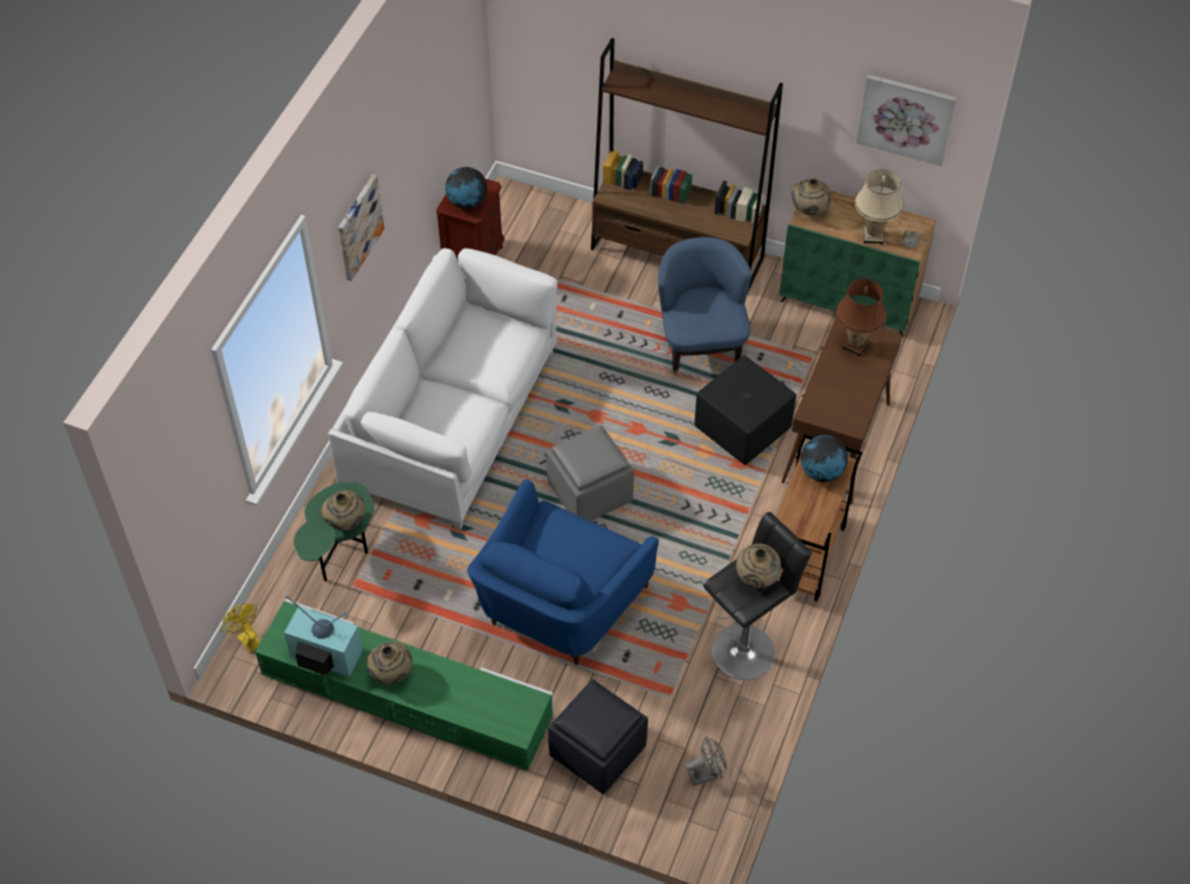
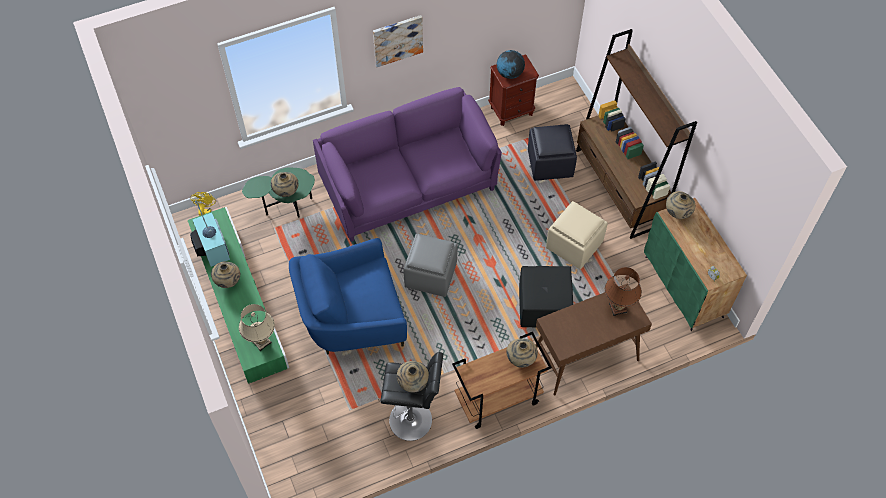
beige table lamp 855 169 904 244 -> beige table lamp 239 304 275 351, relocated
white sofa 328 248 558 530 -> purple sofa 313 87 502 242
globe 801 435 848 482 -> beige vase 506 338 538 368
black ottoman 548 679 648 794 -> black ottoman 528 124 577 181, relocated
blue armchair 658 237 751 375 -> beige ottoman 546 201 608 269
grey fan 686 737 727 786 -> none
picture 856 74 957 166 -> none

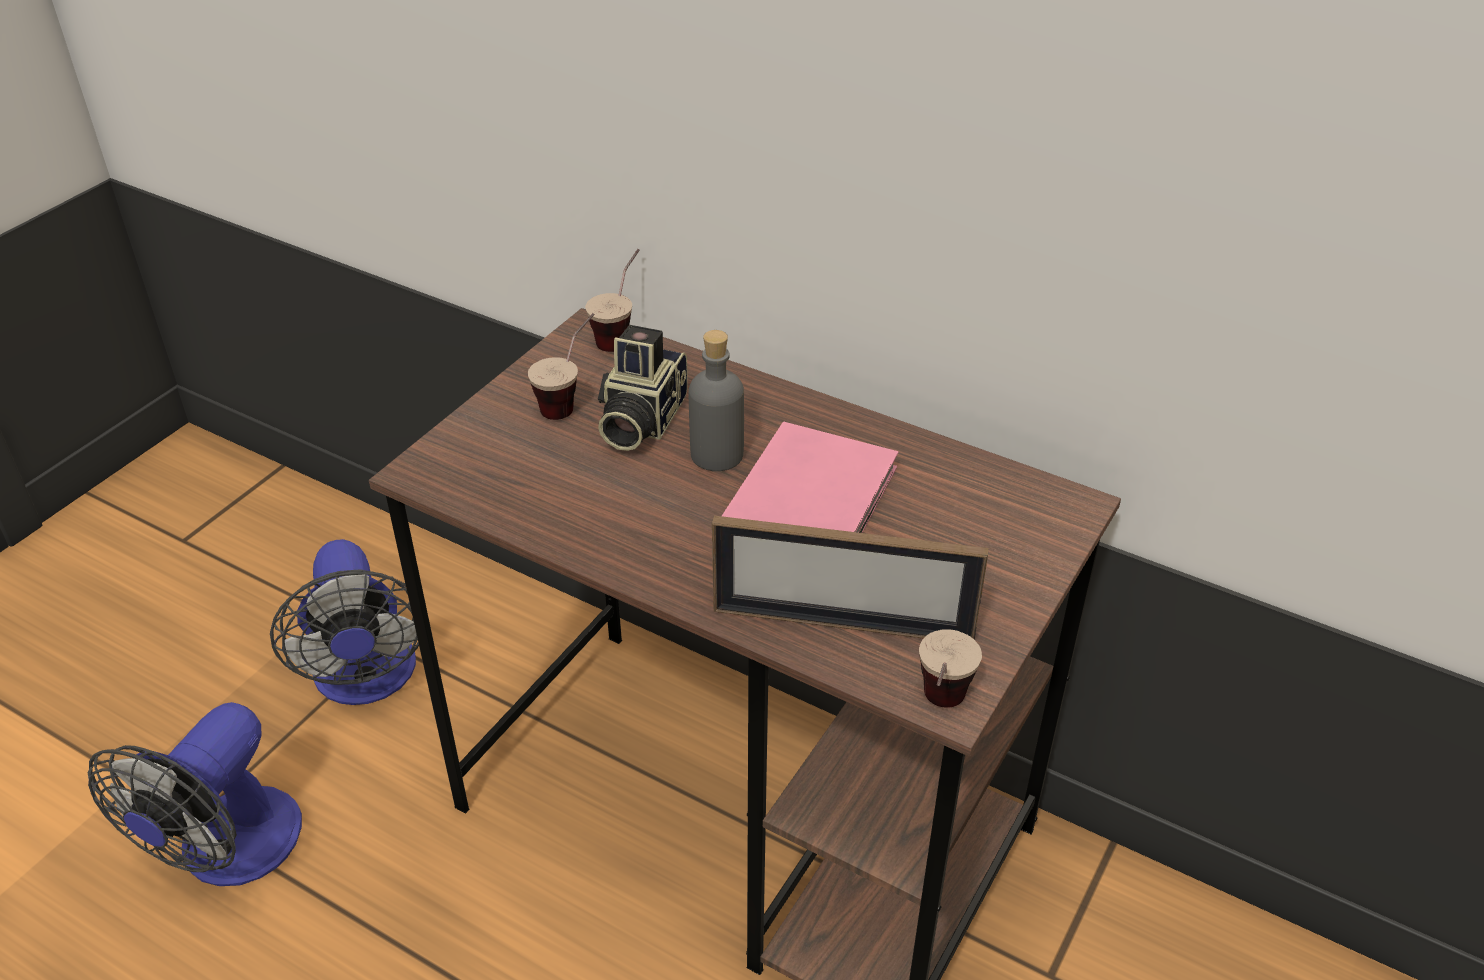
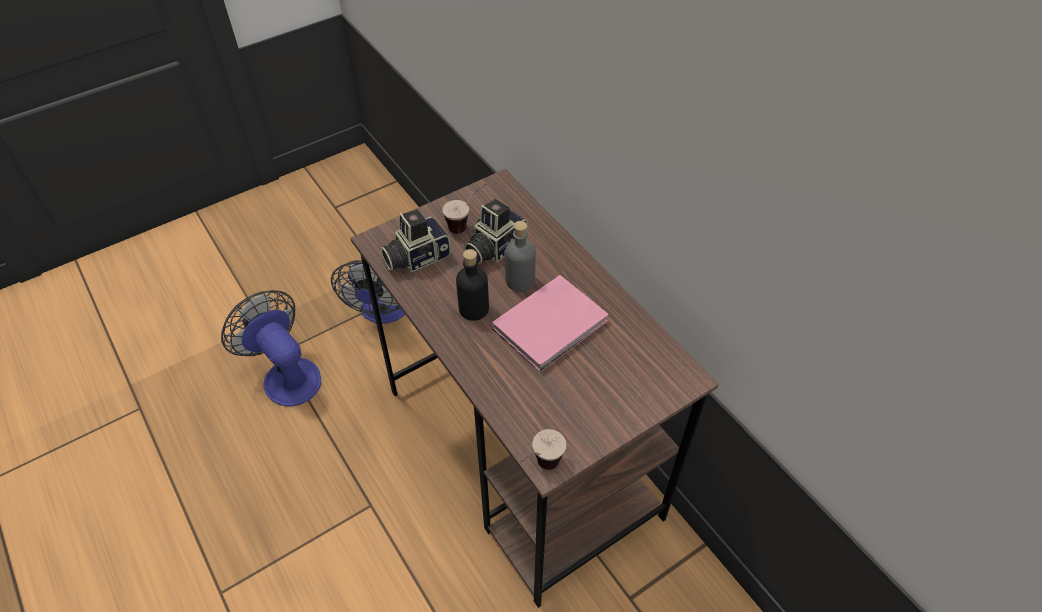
fan 88 702 302 886 -> fan 221 290 321 407, 90 degrees clockwise
none -> photo camera 380 209 451 273
none -> black bottle 456 249 489 321
cup 585 249 639 352 -> none
picture frame 712 516 988 640 -> none

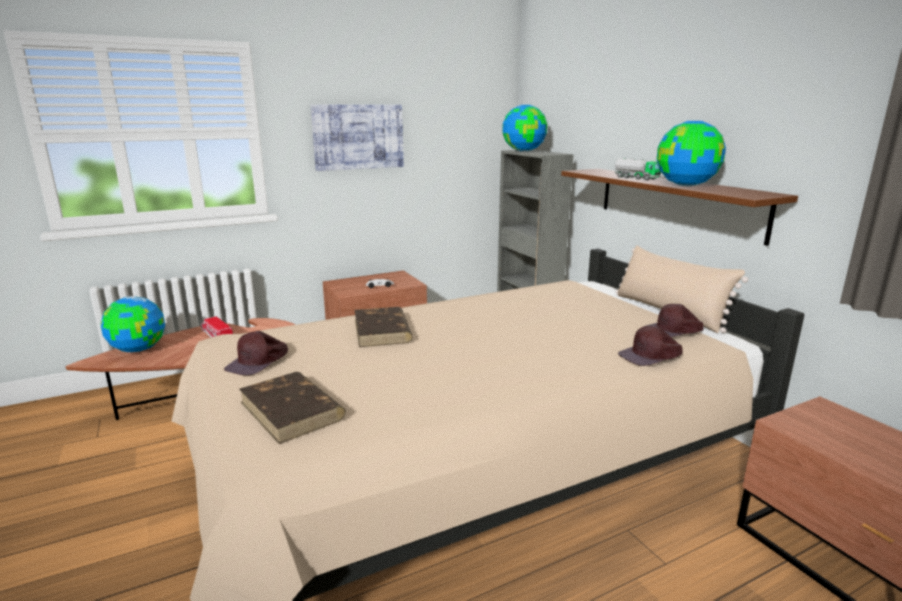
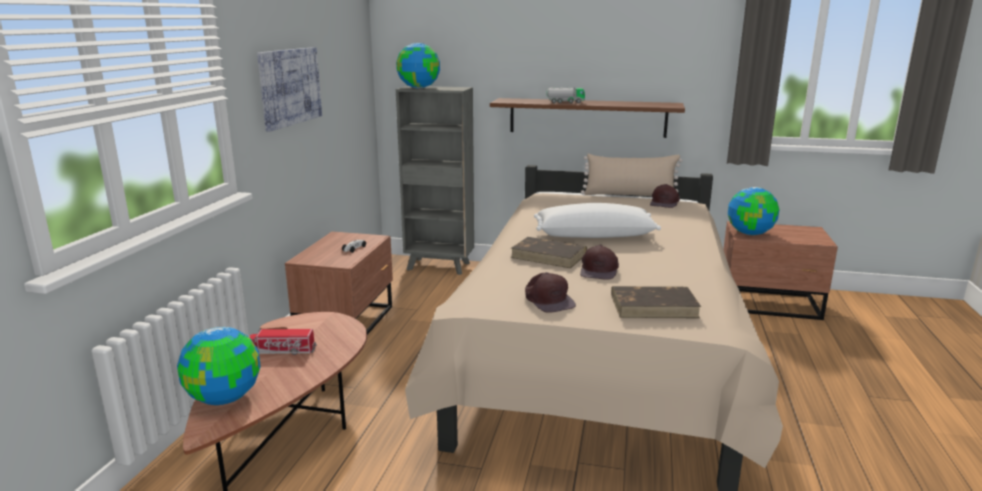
none -> white pillow 534 203 661 238
brown cap 618 326 683 366 -> brown cap 580 245 619 280, relocated
globe 657 121 726 186 -> globe 728 187 779 235, relocated

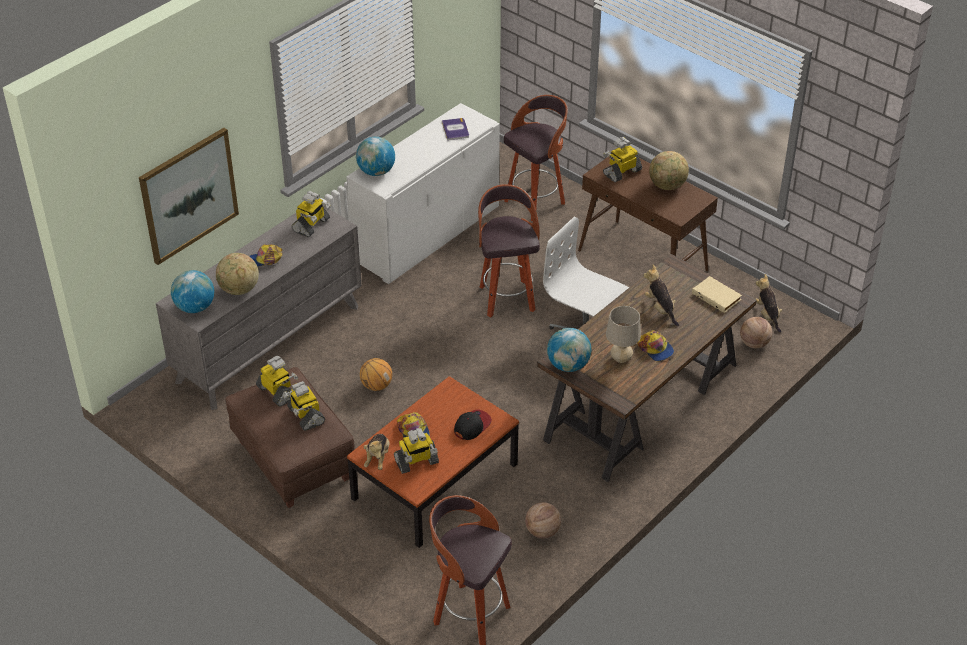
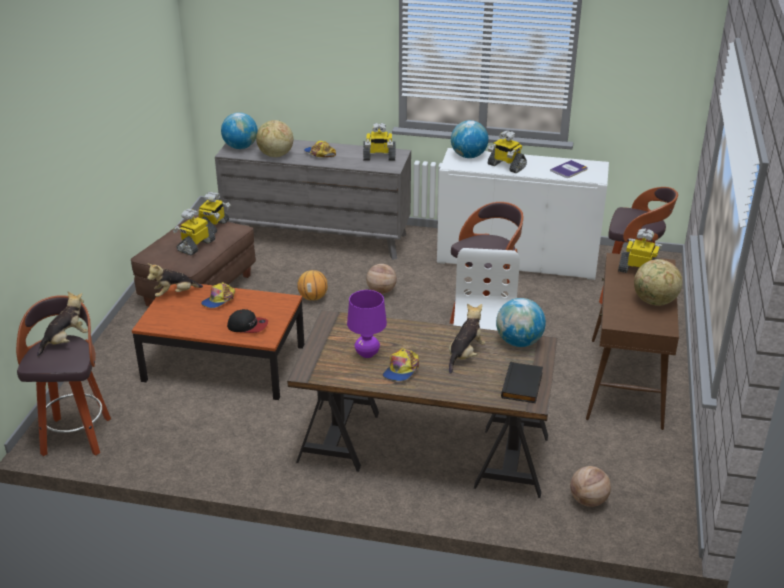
plush toy 756 274 782 333 -> plush toy 37 291 88 357, relocated
beige table lamp 606 306 641 363 -> purple table lamp 347 290 387 358
basketball 525 502 561 539 -> basketball 366 264 397 294, relocated
toy robot 394 428 439 474 -> toy robot 487 130 527 173, relocated
globe 547 328 591 372 -> globe 496 298 546 347, relocated
beige book 692 276 742 313 -> black book 501 362 543 403
picture 139 128 239 265 -> none

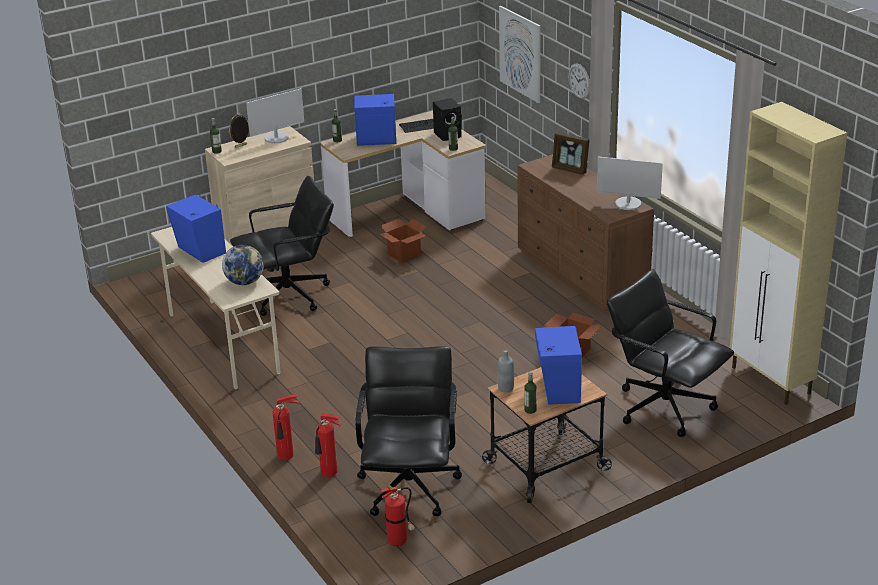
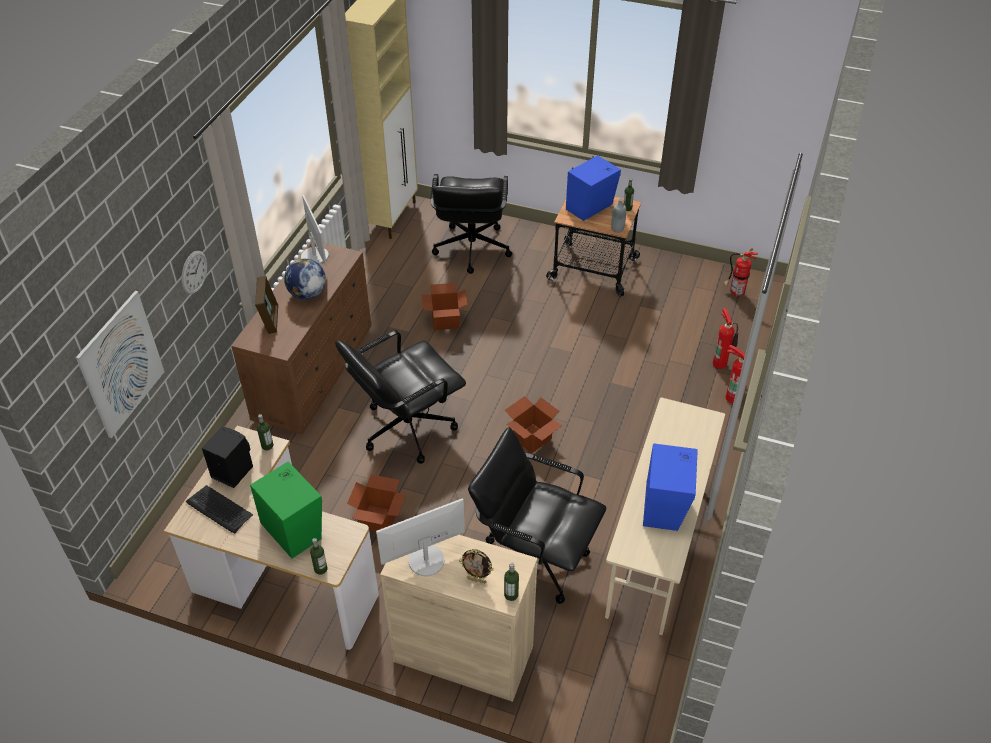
blue speaker 354 92 396 146 -> green speaker 250 462 322 559
globe 222 245 264 285 -> globe 284 259 326 300, relocated
black office chair 355 346 462 516 -> black office chair 335 331 466 464, relocated
monitor 246 88 304 143 -> monitor 376 498 465 576, 45 degrees counterclockwise
none -> cardboard box 504 396 563 453

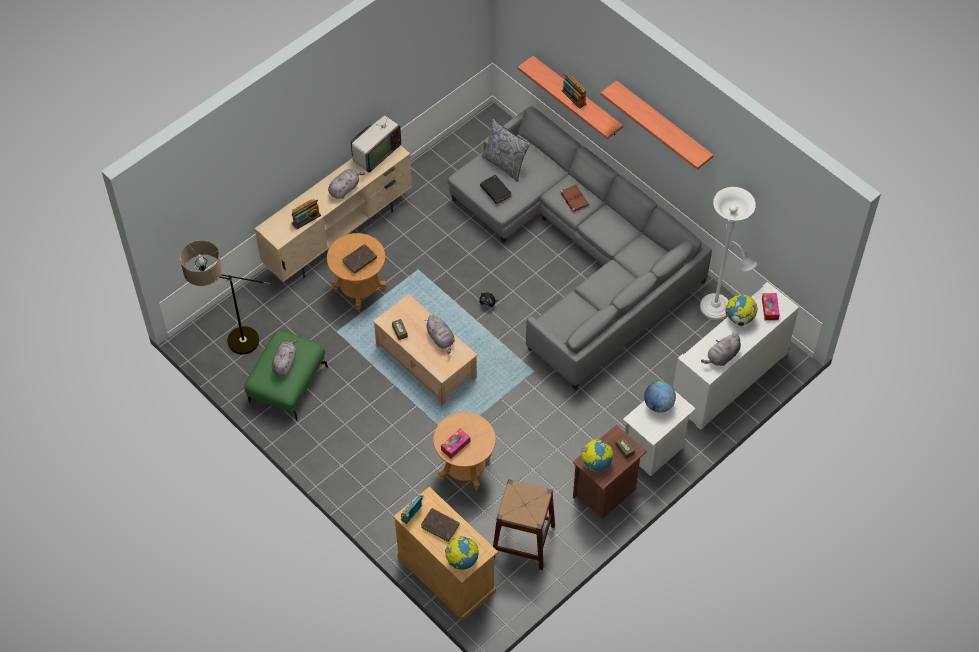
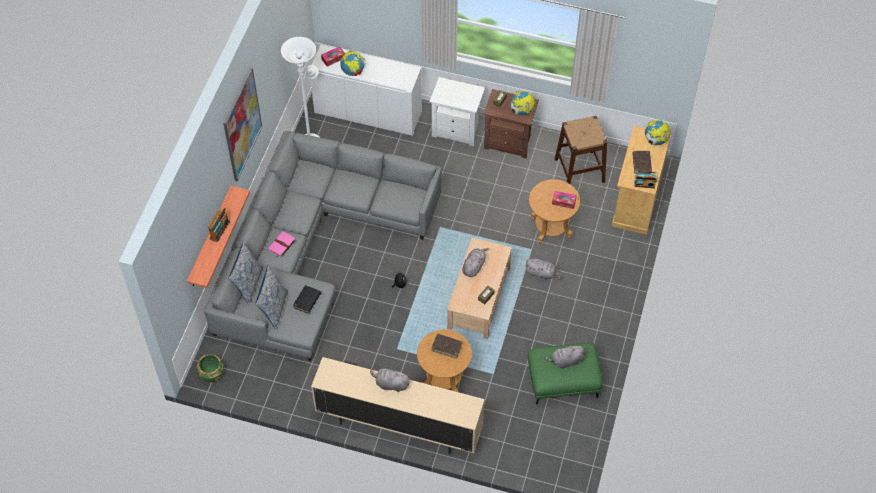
none -> green planter 197 354 224 382
shelf 601 81 713 170 -> picture 223 67 262 181
none -> pillow 228 241 263 305
brown book 560 185 589 212 -> pink book 268 231 296 258
grey plush toy 701 334 741 366 -> grey plush toy 526 258 561 280, relocated
floor lamp 180 240 270 355 -> none
radio 291 199 321 230 -> none
television 351 102 401 172 -> none
globe 644 381 676 413 -> none

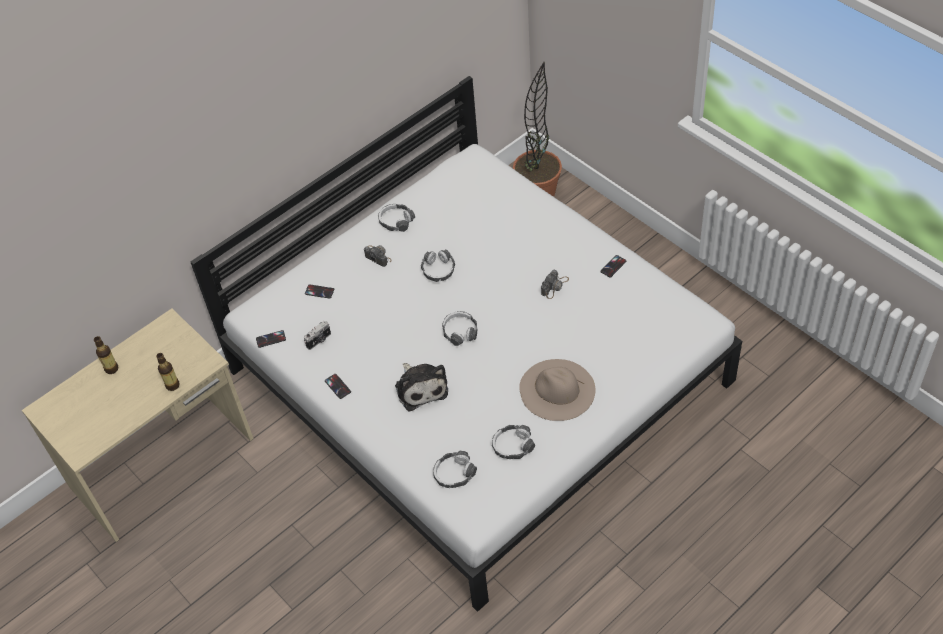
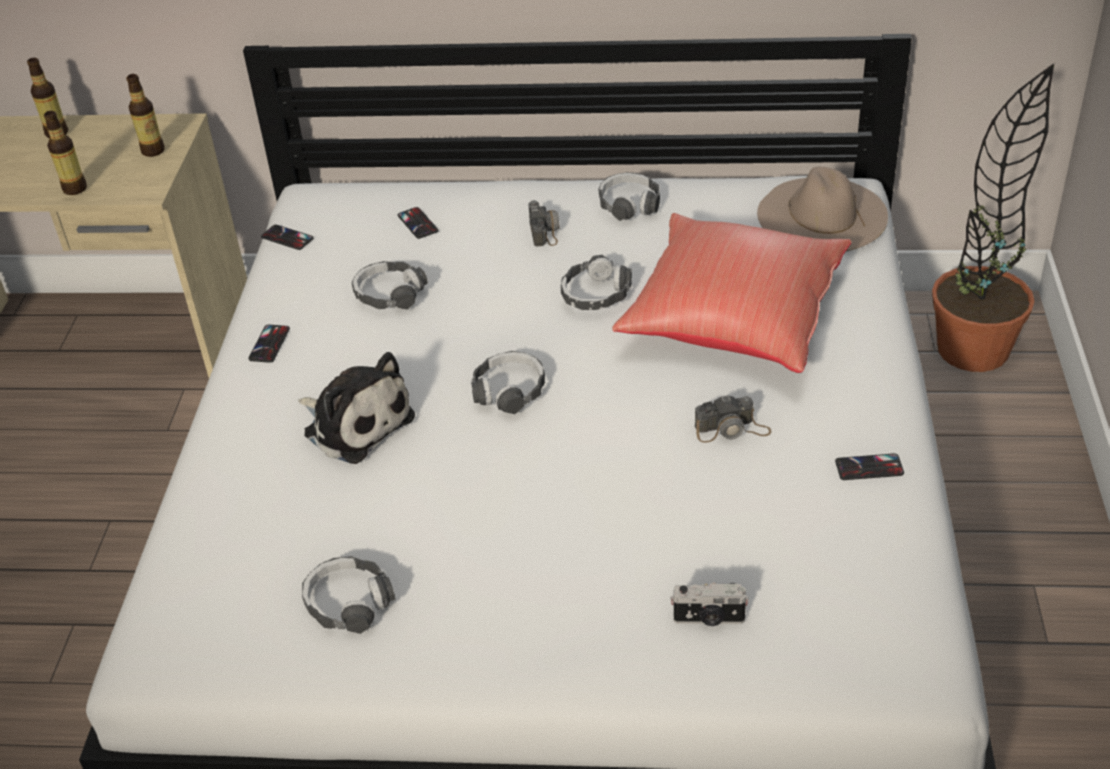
none -> bottle 126 74 165 157
plush toy 395 363 448 411 -> plush toy 298 352 415 464, 75 degrees counterclockwise
headphones 433 451 477 488 -> headphones 352 261 428 310, relocated
none -> red pillow 612 213 851 373
photo camera 304 321 331 350 -> photo camera 671 583 749 626, relocated
beige hat 519 359 595 421 -> beige hat 757 166 888 251, relocated

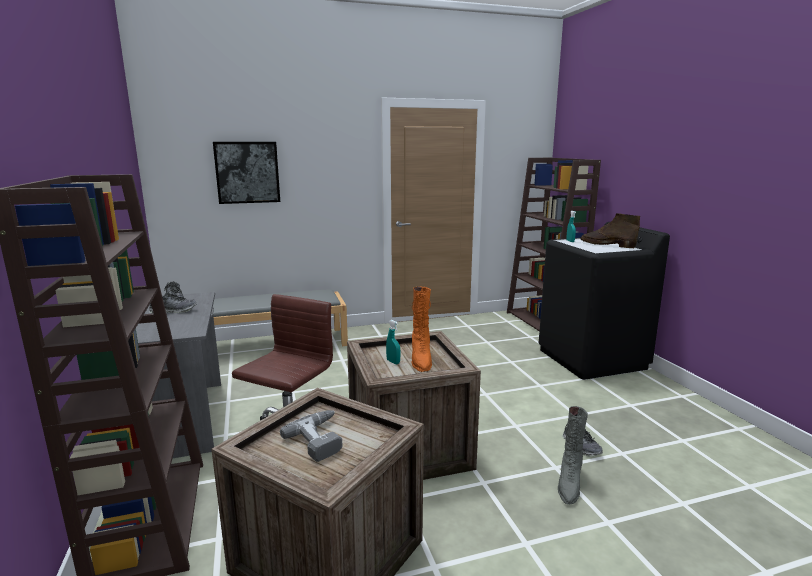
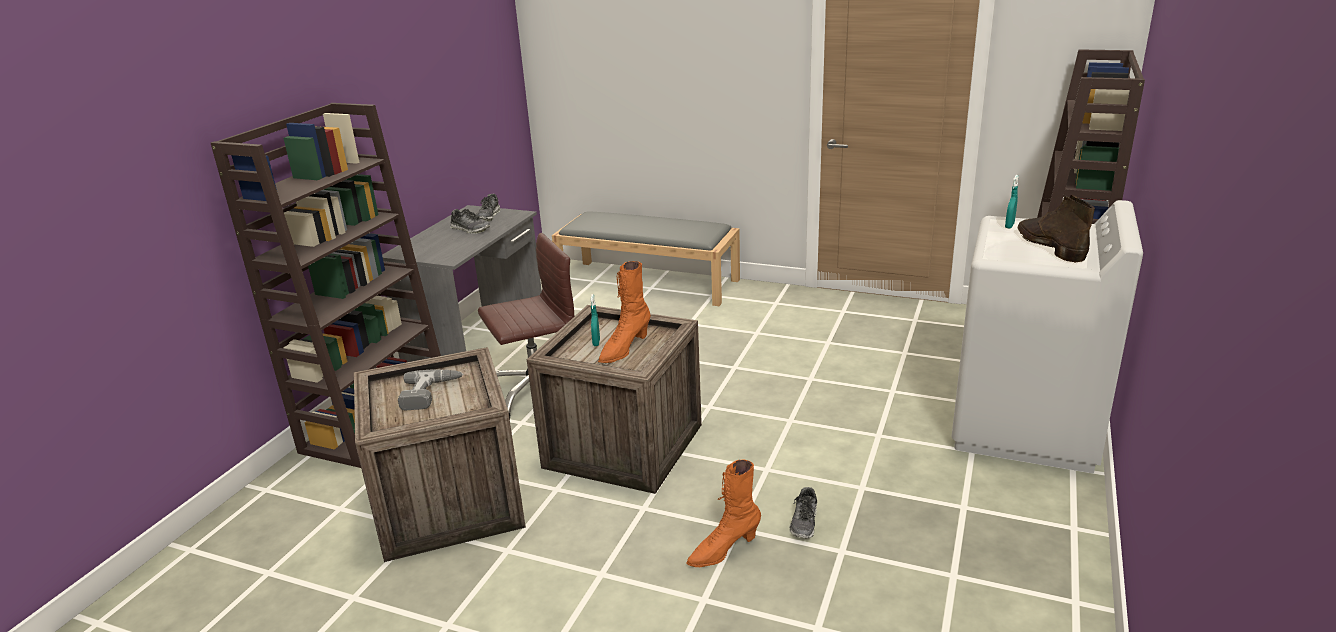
grey boot 558 406 588 504 -> orange boot 686 459 761 567
black washing machine 539 222 670 380 -> white washing machine 951 200 1143 474
picture 213 142 280 204 -> none

